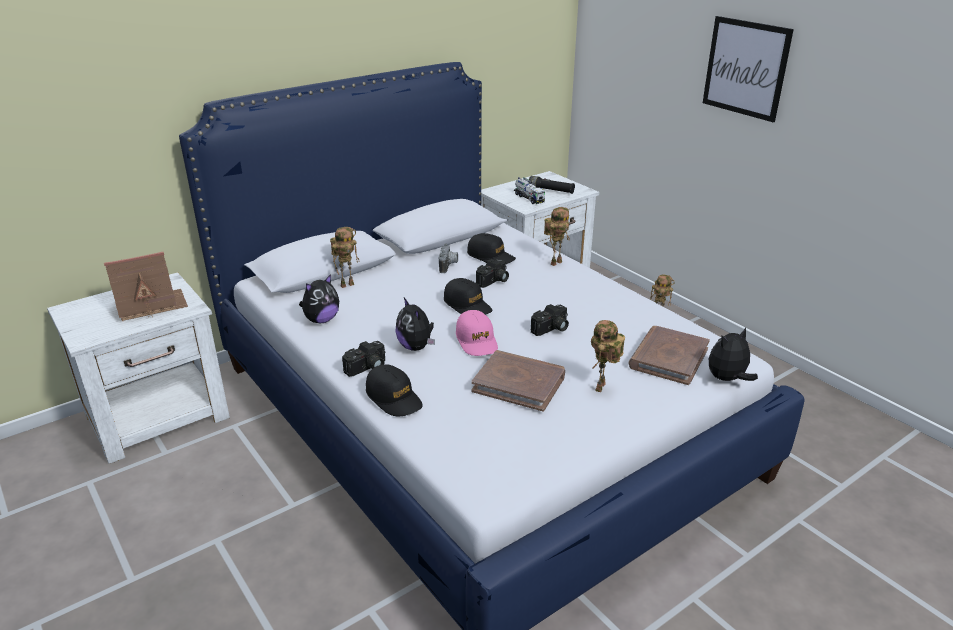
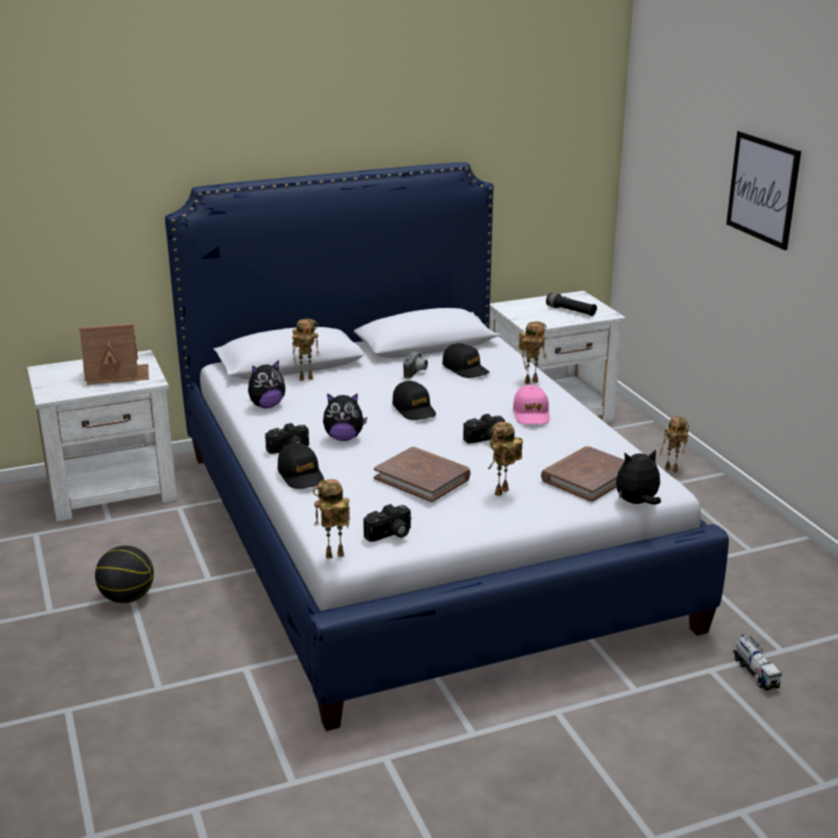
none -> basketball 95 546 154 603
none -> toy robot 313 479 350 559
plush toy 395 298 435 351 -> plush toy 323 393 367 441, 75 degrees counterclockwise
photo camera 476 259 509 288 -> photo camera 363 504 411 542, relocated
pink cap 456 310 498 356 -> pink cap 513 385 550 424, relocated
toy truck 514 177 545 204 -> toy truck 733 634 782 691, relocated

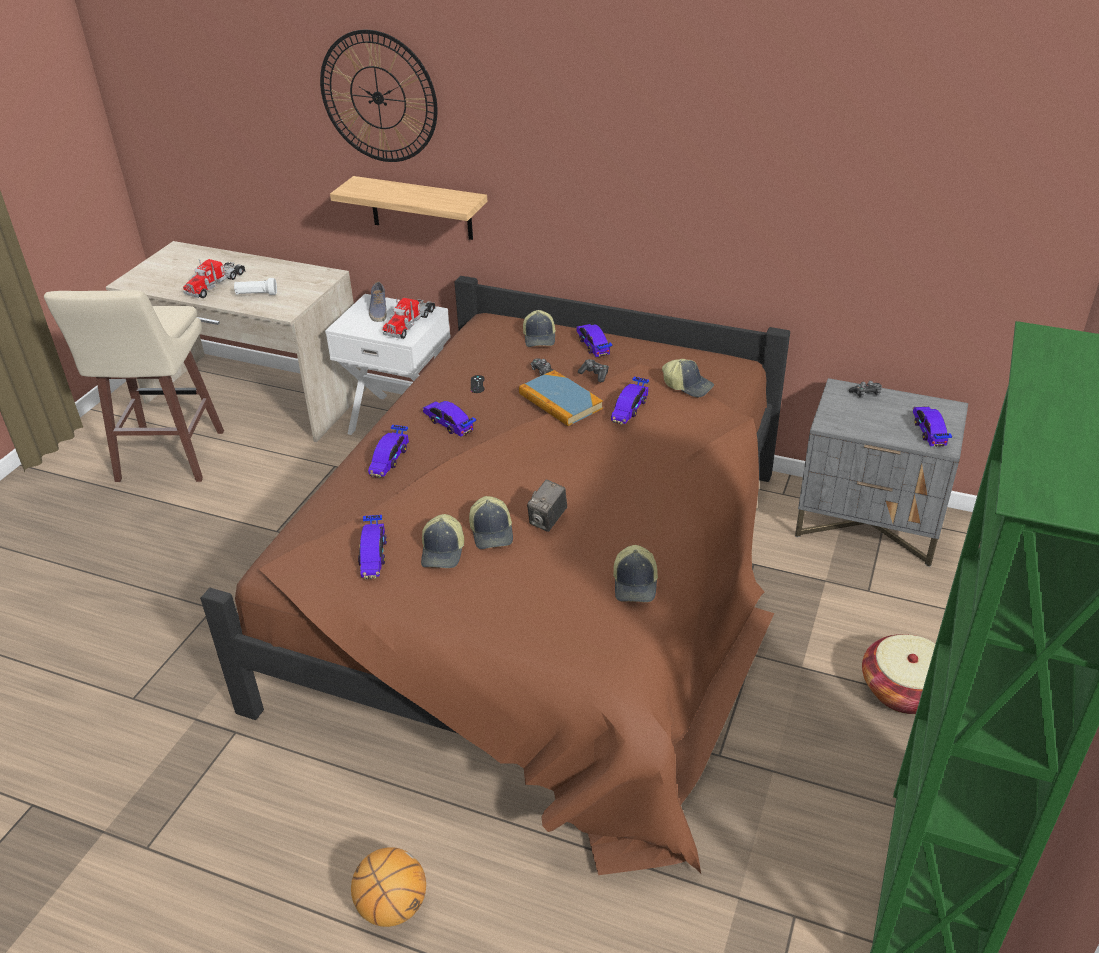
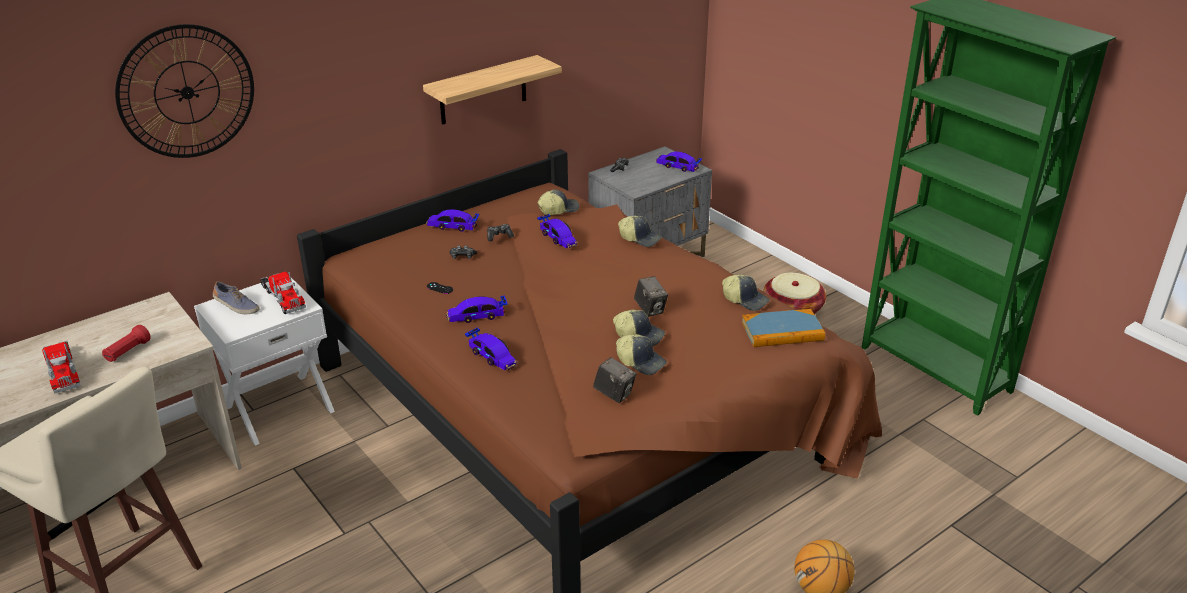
white flashlight 234 278 277 295 -> red flashlight 102 325 151 362
shelf 330 176 487 240 -> shelf 423 55 562 125, relocated
toy car 358 515 387 579 -> photo camera 593 357 636 403
cap 523 310 556 347 -> cap 618 216 662 247, relocated
book 519 370 603 426 -> book 742 309 825 347, relocated

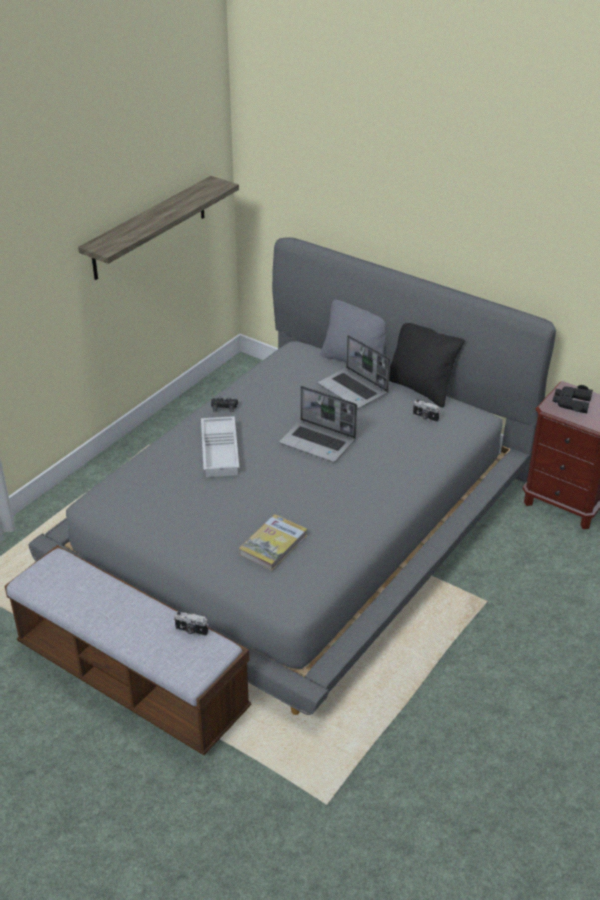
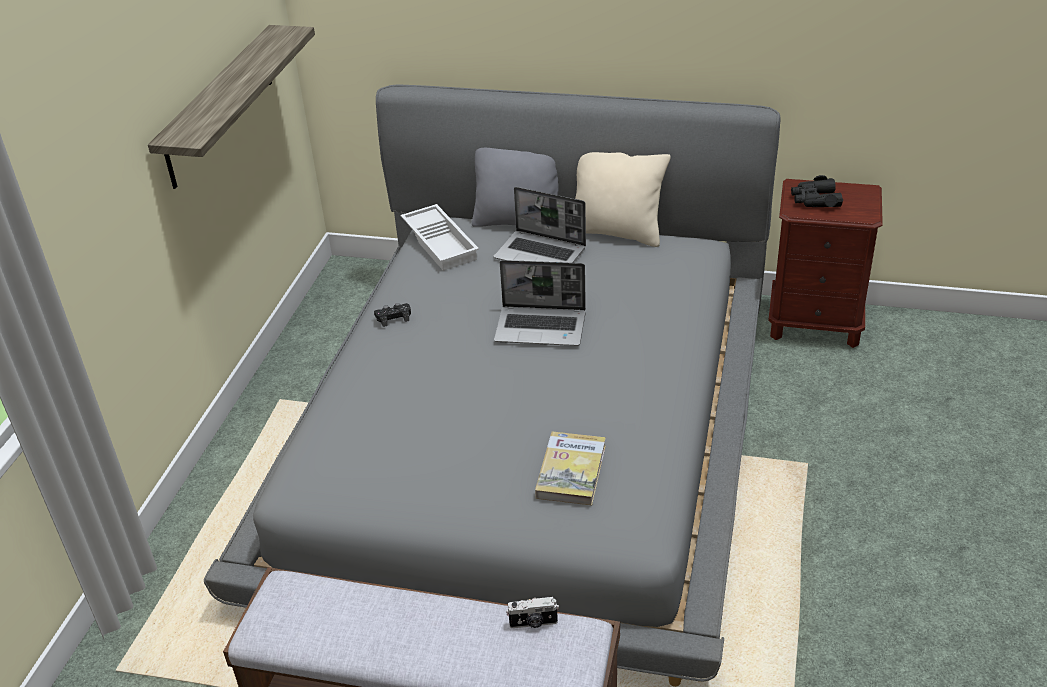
white tray 201 416 239 477 -> white tray 401 204 479 271, relocated
black pillow 389 323 464 407 -> beige pillow 575 152 671 247
photo camera 413 399 440 422 -> none

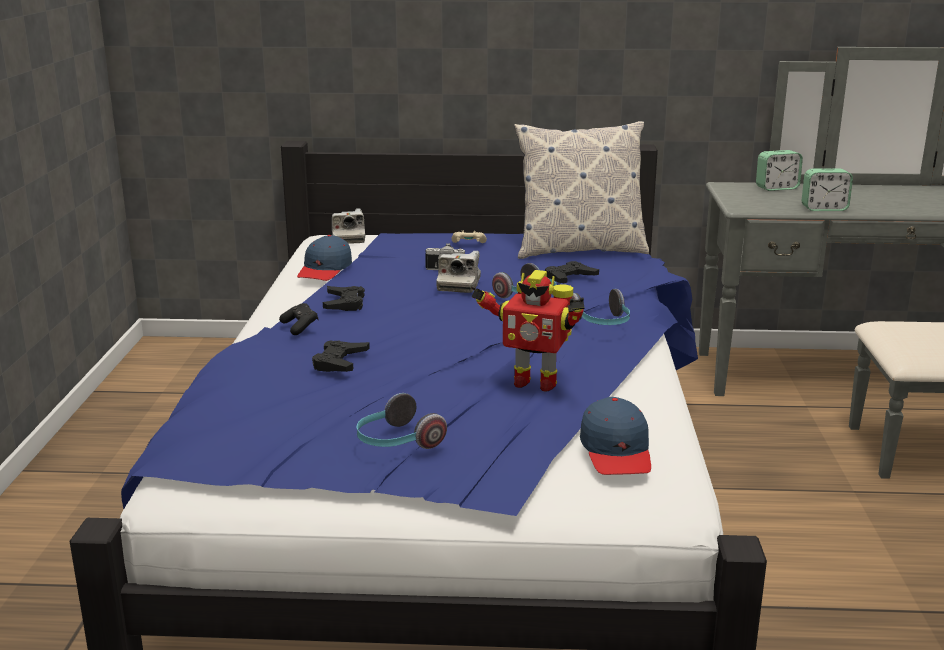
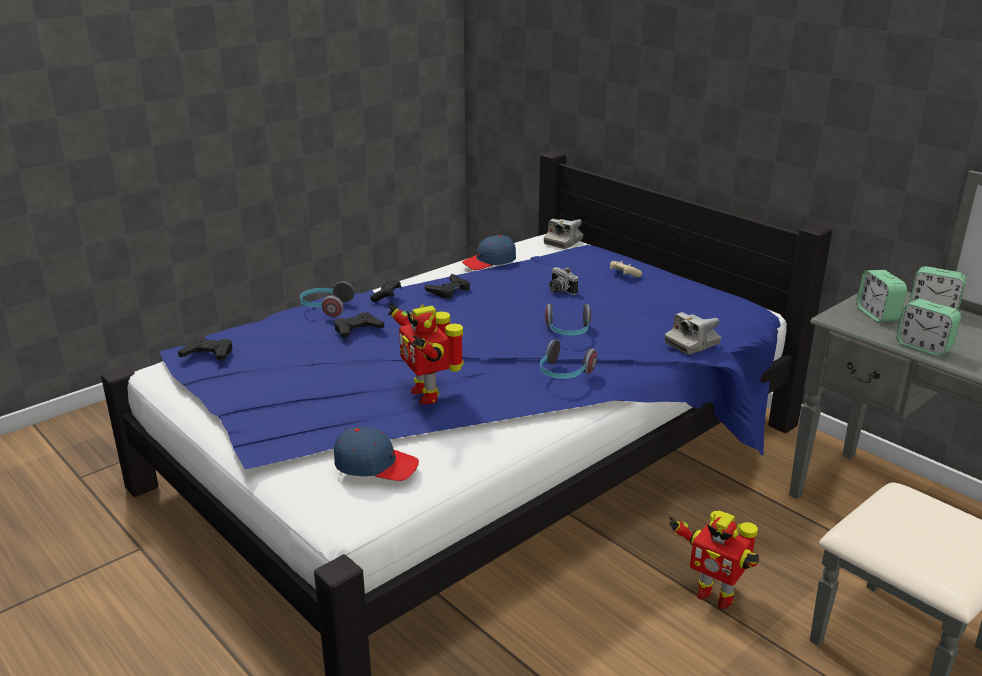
black game controller 545 261 599 283 -> black game controller 178 337 233 360, relocated
headphones 356 393 447 449 -> headphones 300 281 355 317, relocated
blue cap 580 397 651 475 -> blue cap 334 427 419 481, 120 degrees counterclockwise
photo camera 436 251 481 293 -> photo camera 665 312 721 355, relocated
none -> toy robot 669 511 759 609
none -> alarm clock 856 270 907 322
pillow 514 121 649 259 -> none

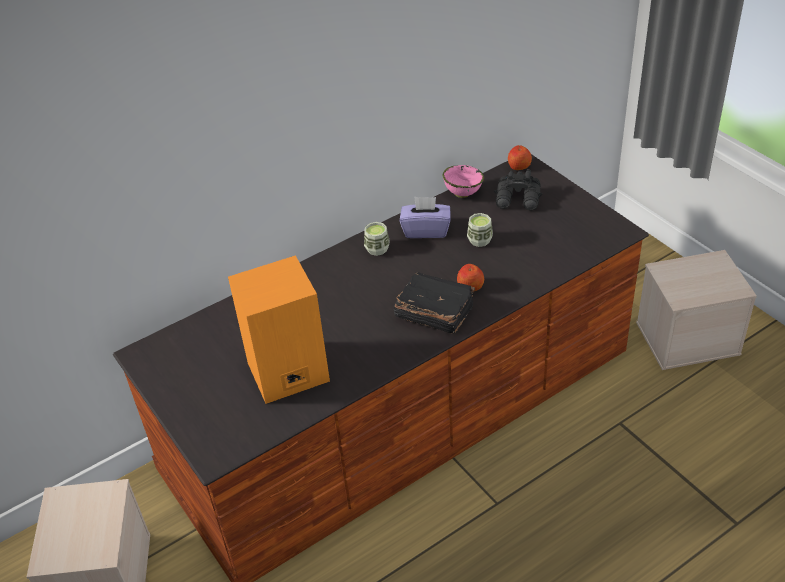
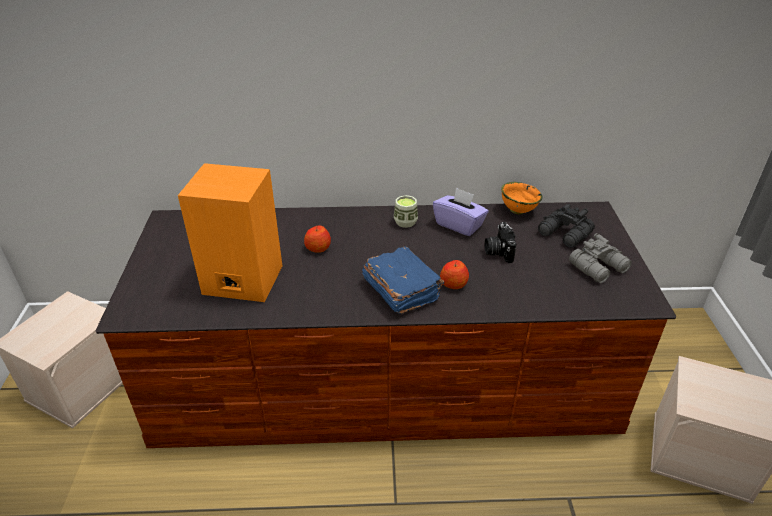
apple 508 145 532 170 -> apple 304 225 331 253, relocated
black book 393 272 475 334 -> blue book 362 246 444 314
cup 467 213 493 247 -> photo camera 485 222 516 263
pink bowl 443 165 484 198 -> orange bowl 501 182 543 214
none -> grey binoculars 569 233 632 283

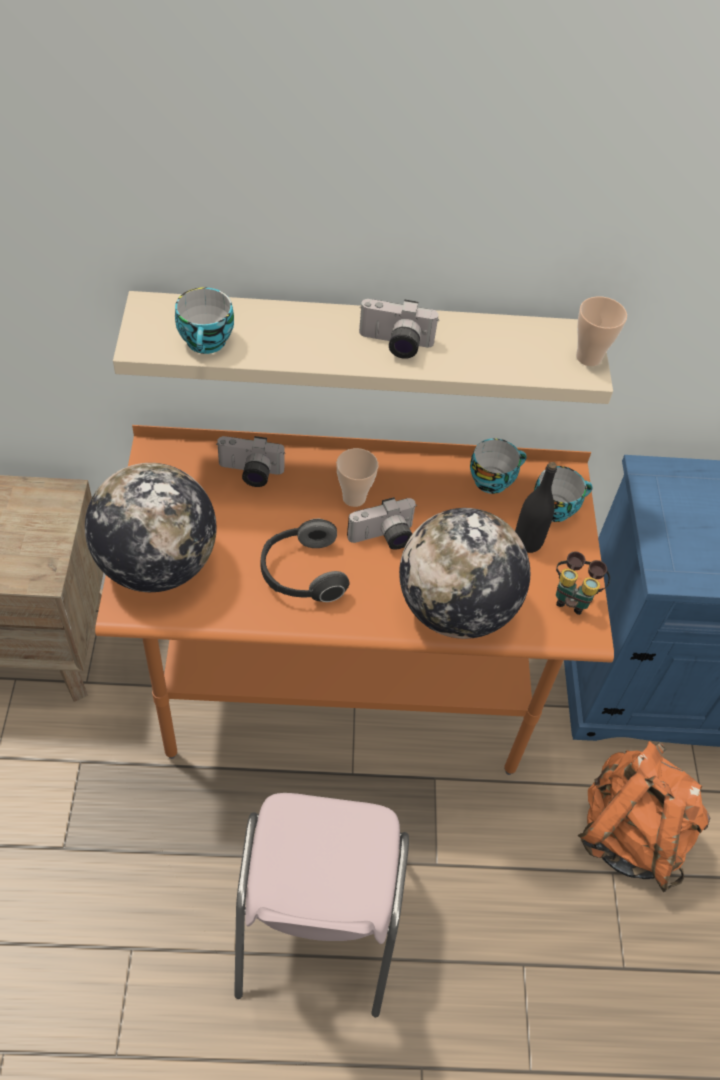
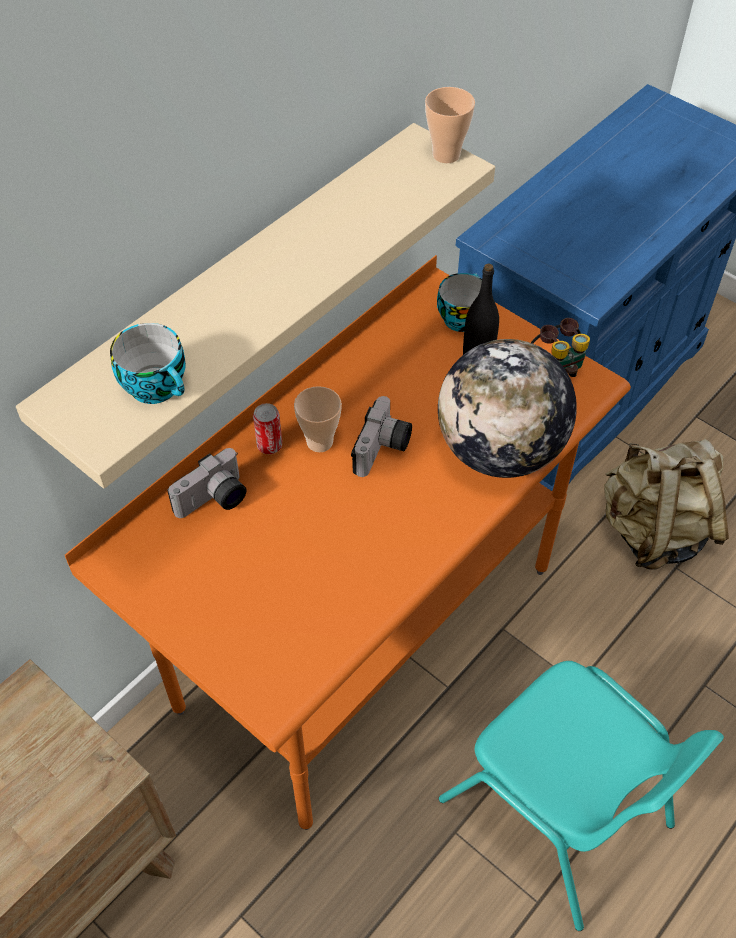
none -> can 253 403 282 454
pink chair 234 793 409 1017 -> turquoise chair 439 661 724 931
orange backpack 577 741 710 892 -> beige backpack 604 439 729 569
globe 85 463 217 592 -> none
headphones 261 519 350 602 -> none
photo camera 359 299 439 359 -> none
cup 470 438 527 494 -> none

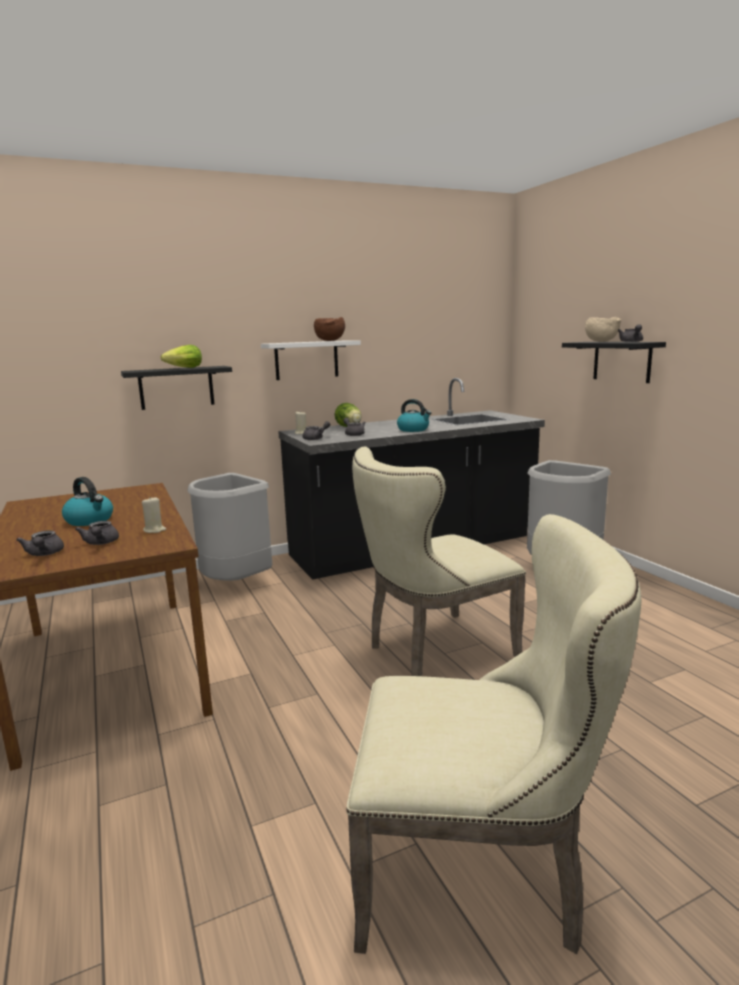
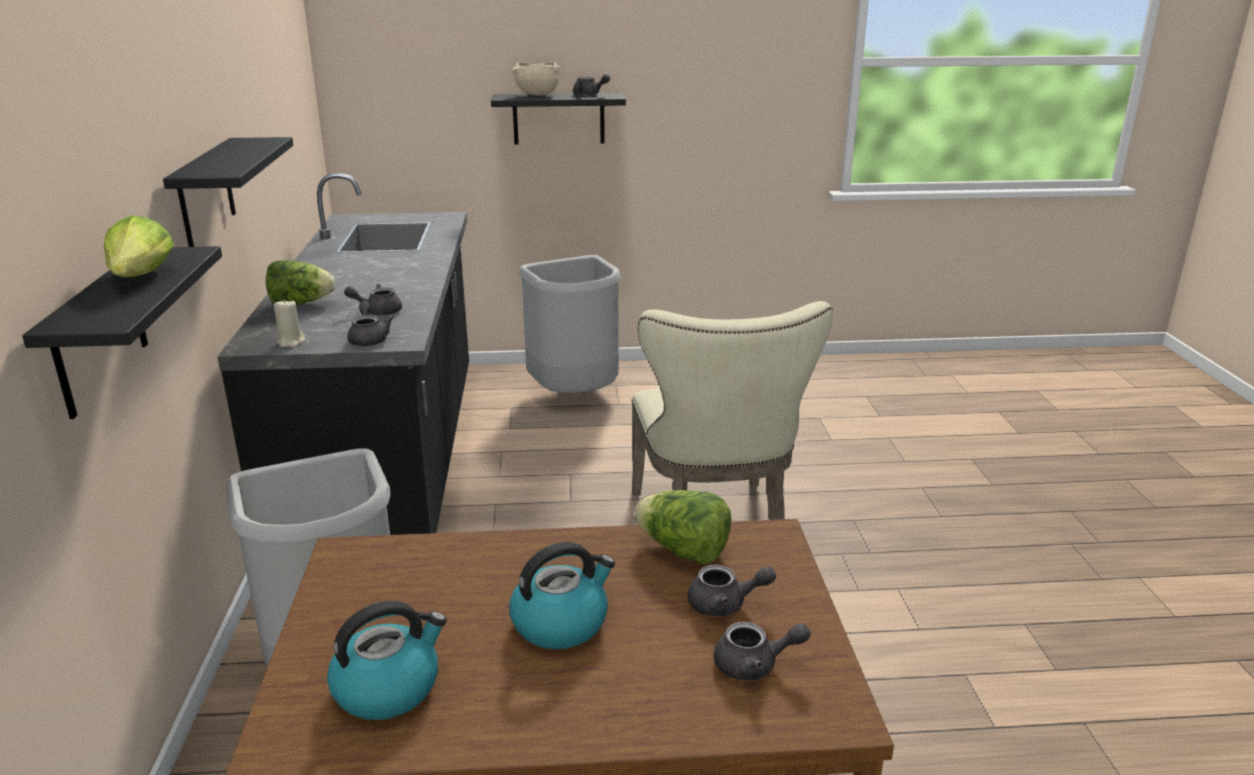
white shelf 261 340 361 380 -> black shelf 163 137 293 247
kettle 397 399 431 432 -> kettle 327 601 447 720, relocated
beige candle 142 496 166 533 -> lettuce 635 490 731 564
brown bowl 314 317 345 341 -> none
beige chair 346 514 641 954 -> none

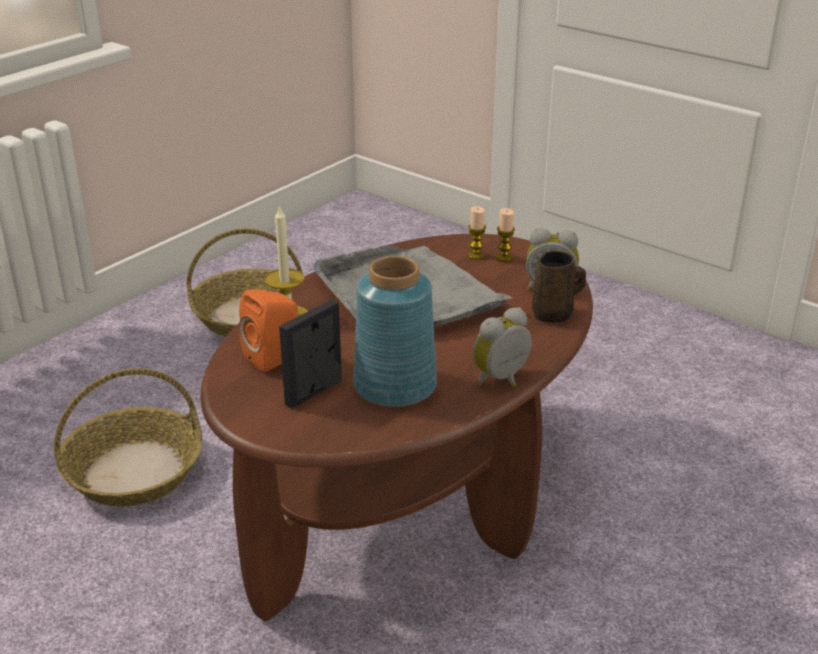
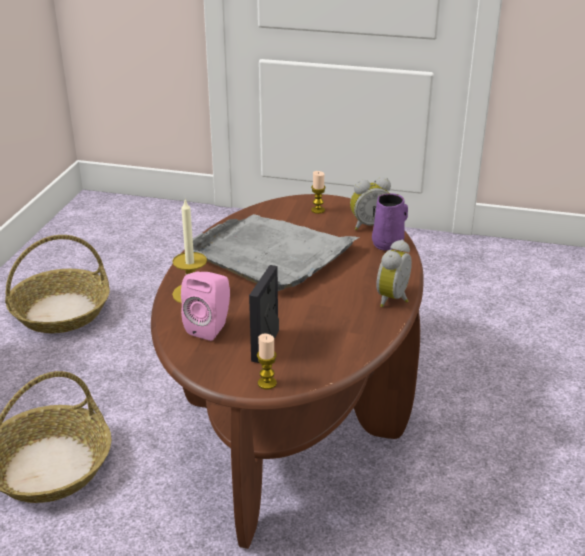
orange speaker 239 290 298 372 -> pink speaker 181 272 230 341
candle 468 206 486 259 -> candle 257 334 277 390, relocated
brown mug 532 250 586 323 -> purple mug 372 193 408 251
blue vase 353 256 437 407 -> none

